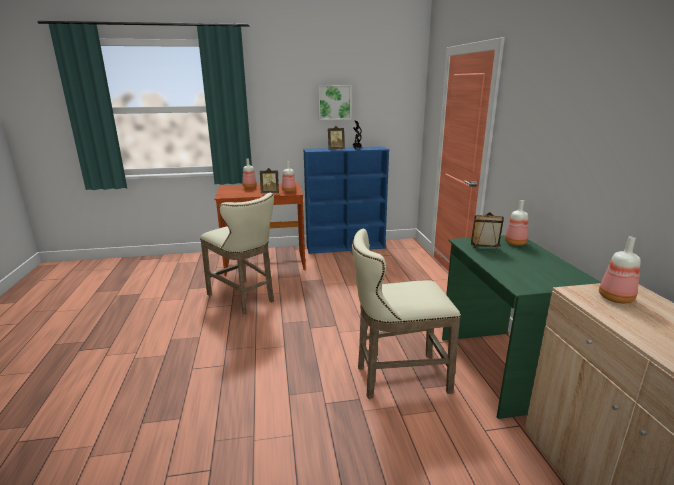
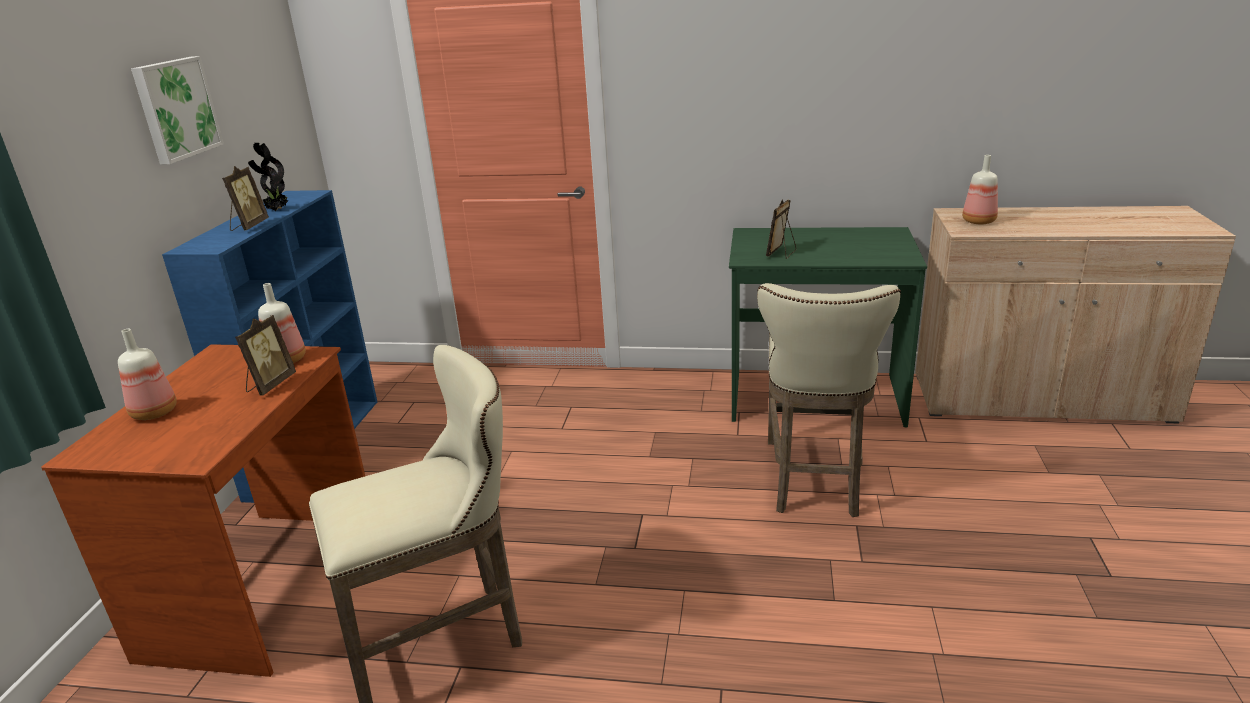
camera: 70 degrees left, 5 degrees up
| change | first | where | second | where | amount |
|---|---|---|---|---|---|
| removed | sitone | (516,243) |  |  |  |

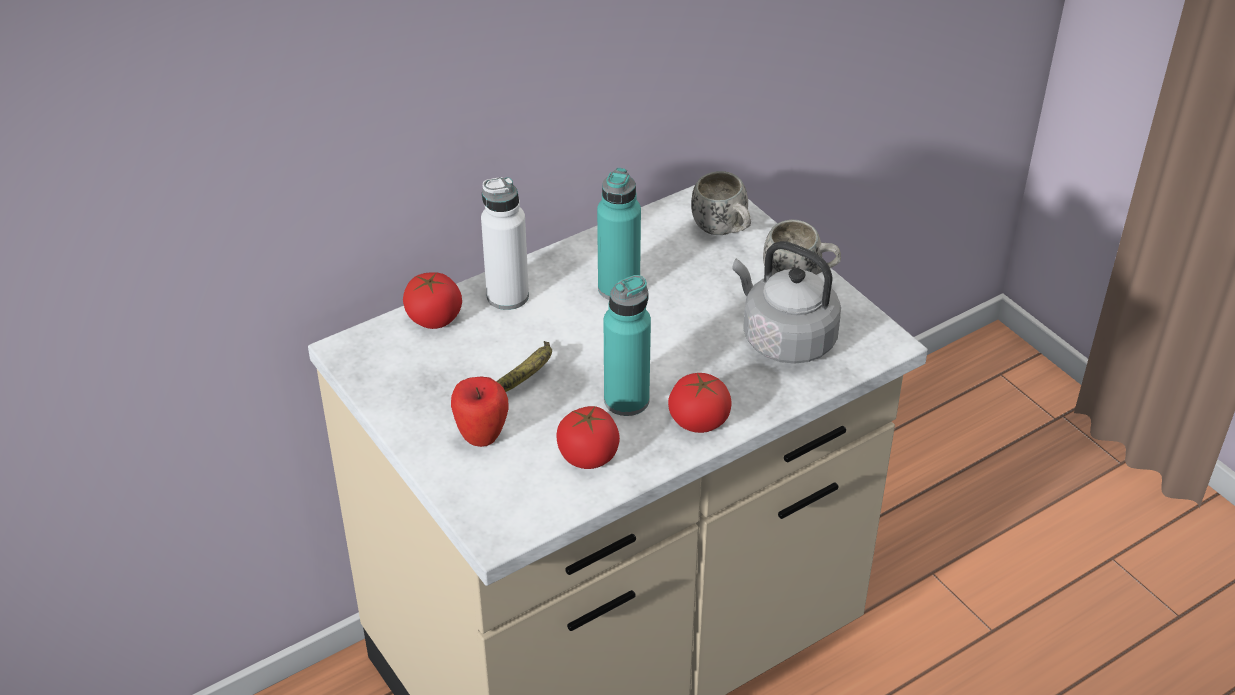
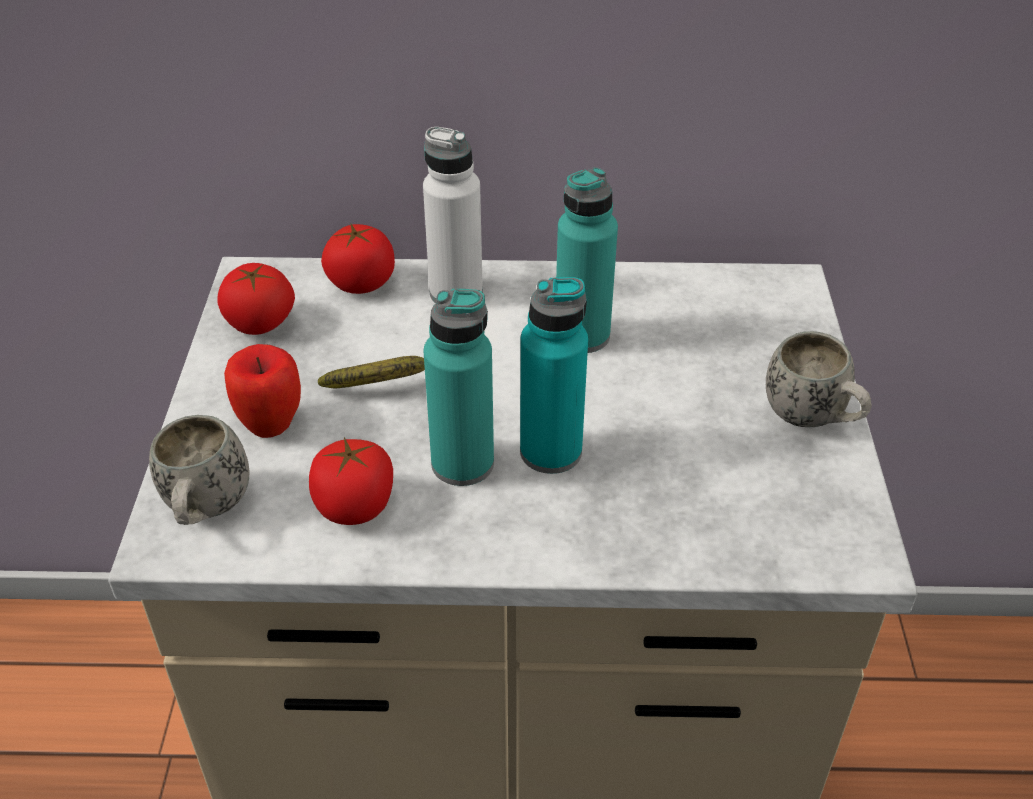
camera: 35 degrees right, 0 degrees up
| change | first | where | second | where | amount |
|---|---|---|---|---|---|
| removed | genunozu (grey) | (784,339) |  |  |  |
| added |  |  | sitone (turquoise) | (551,452) |  |
| moved | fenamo | (698,420) |  | (260,323) |  |
| moved | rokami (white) | (724,231) |  | (206,511) |  |

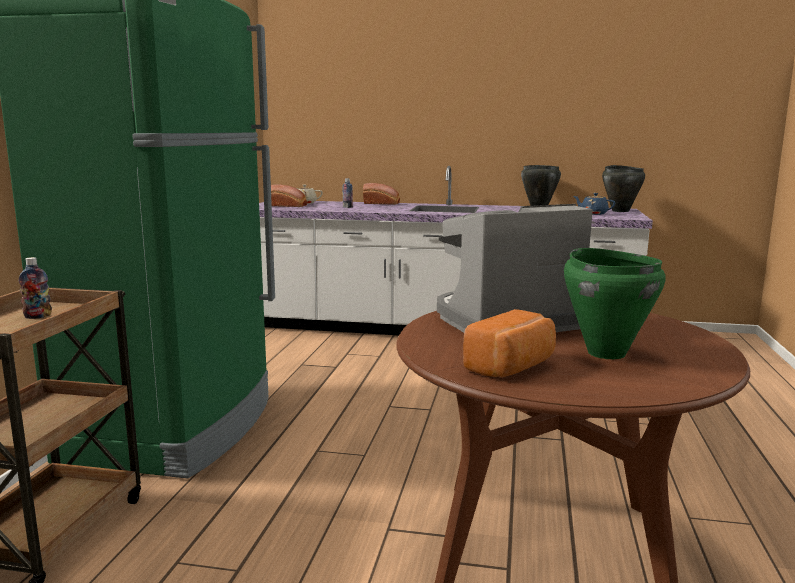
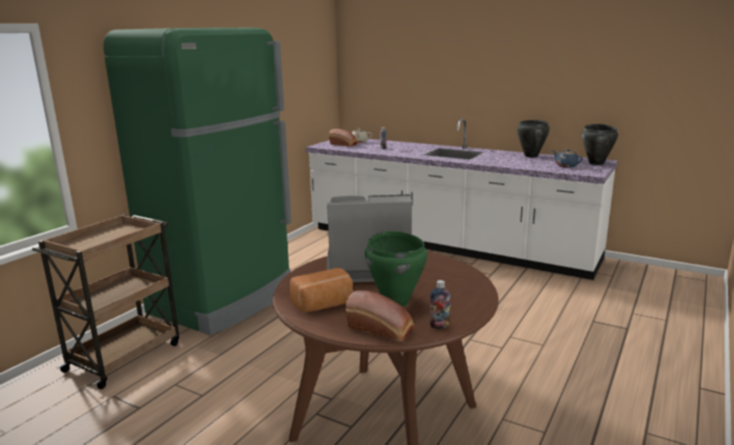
camera: 20 degrees right, 5 degrees up
| change | first | where | second | where | amount |
|---|---|---|---|---|---|
| moved | sitone | (38,316) |  | (439,326) |  |
| moved | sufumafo | (382,203) |  | (382,329) |  |

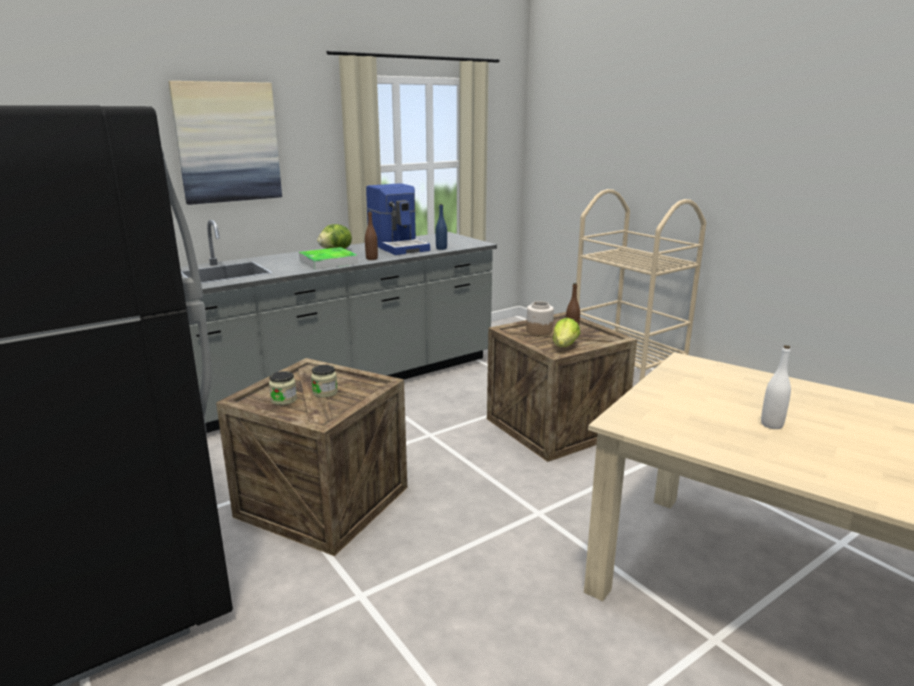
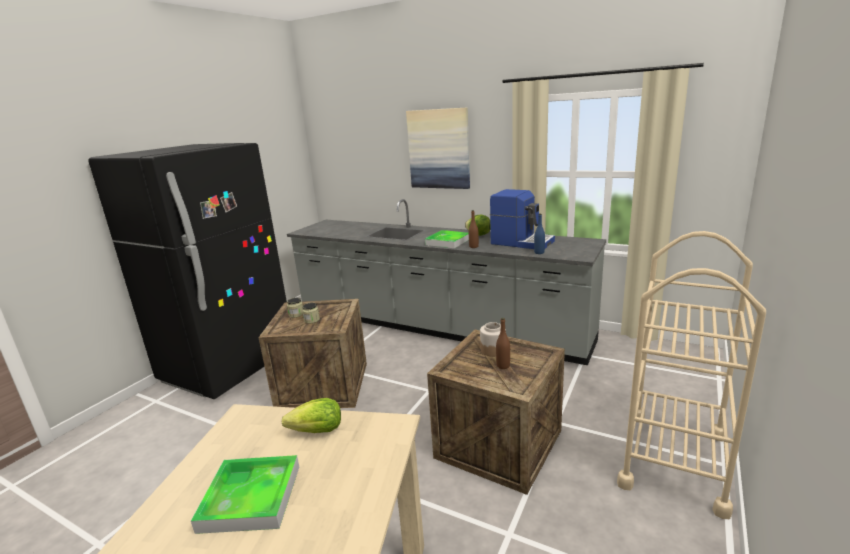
camera: 65 degrees right, 0 degrees up
| change | first | where | second | where | amount |
|---|---|---|---|---|---|
| moved | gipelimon | (565,346) |  | (317,431) |  |
| replaced | sitone (white) | (771,425) | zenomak | (251,497) |  |
| turned | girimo | (398,246) |  | (522,242) | 90 degrees counterclockwise |

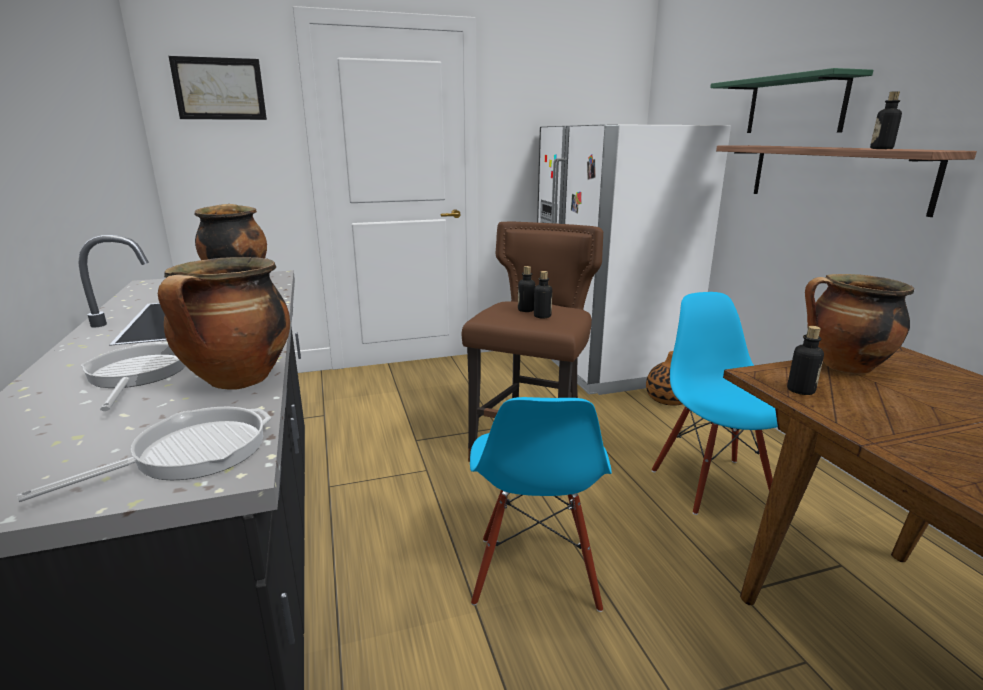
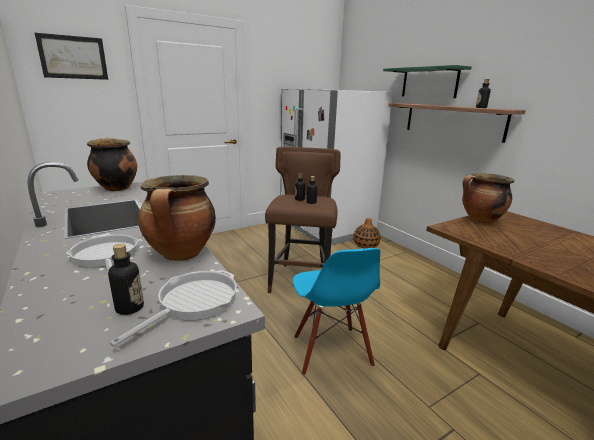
camera: 15 degrees left, 0 degrees up
| change | first | where | second | where | amount |
|---|---|---|---|---|---|
| removed | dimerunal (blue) | (712,485) |  |  |  |
| moved | sitone | (800,390) |  | (129,308) |  |

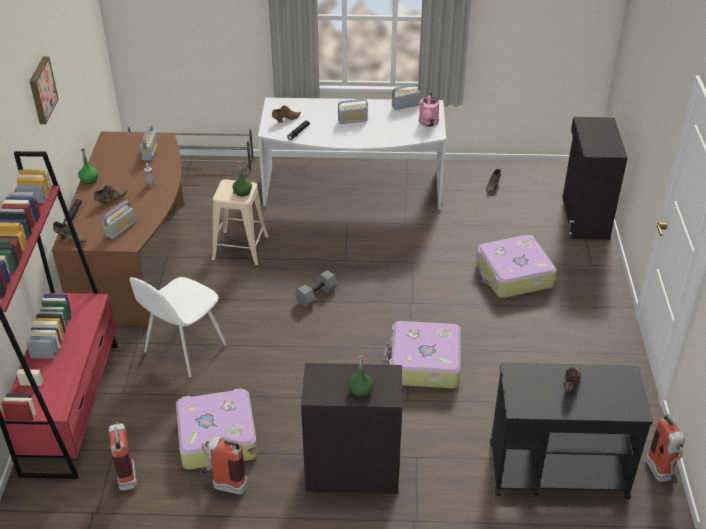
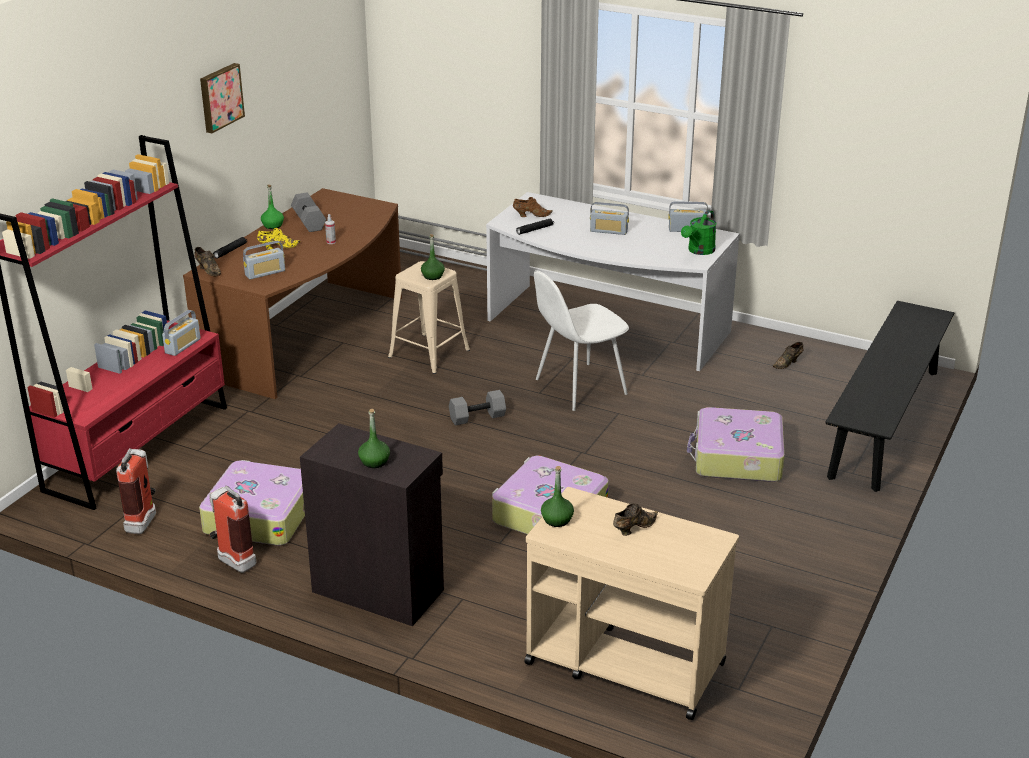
camera: 25 degrees right, 10 degrees down
| change | first | where | second | where | amount |
|---|---|---|---|---|---|
| removed | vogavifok | (661,475) |  |  |  |
| added |  |  | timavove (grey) | (310,222) |  |
| added |  |  | sitone (green) | (557,520) |  |
| moved | dimerunal (white) | (183,349) |  | (578,387) |  |
| moved | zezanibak | (150,152) |  | (183,346) |  |
| replaced | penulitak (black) | (584,218) | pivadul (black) | (885,422) |  |
| recoloured | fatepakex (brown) | (110,200) | fatepakex (yellow) | (277,247) |  |
| recoloured | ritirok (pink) | (428,123) | ritirok (green) | (699,251) |  |
| recoloured | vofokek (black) | (556,469) | vofokek (beige) | (623,662) |  |

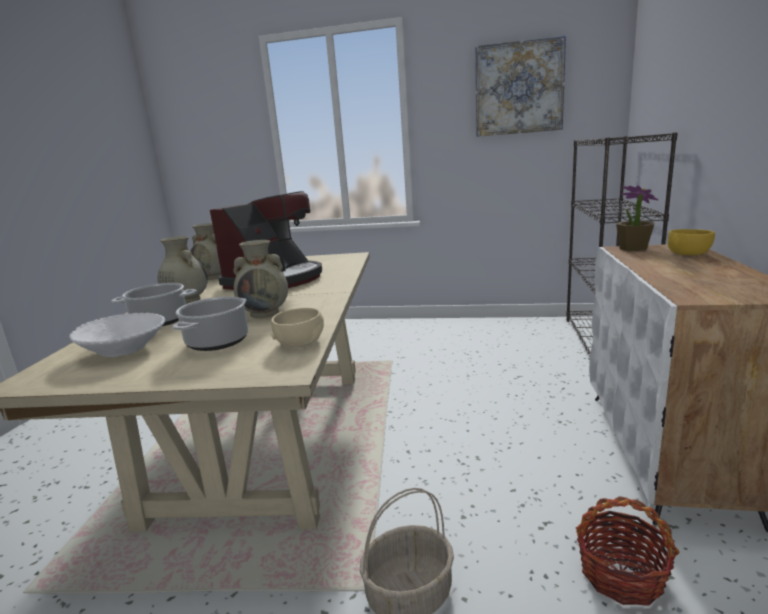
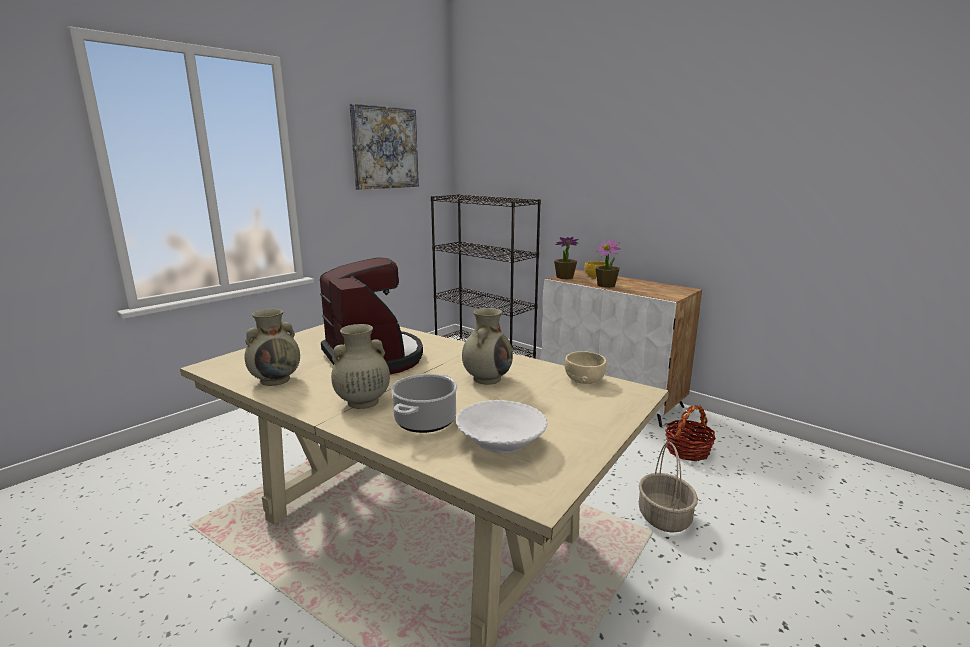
camera: 60 degrees left, 0 degrees up
| change | first | where | second | where | amount |
|---|---|---|---|---|---|
| removed | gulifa | (218,341) |  |  |  |
| added |  |  | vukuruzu | (606,285) |  |

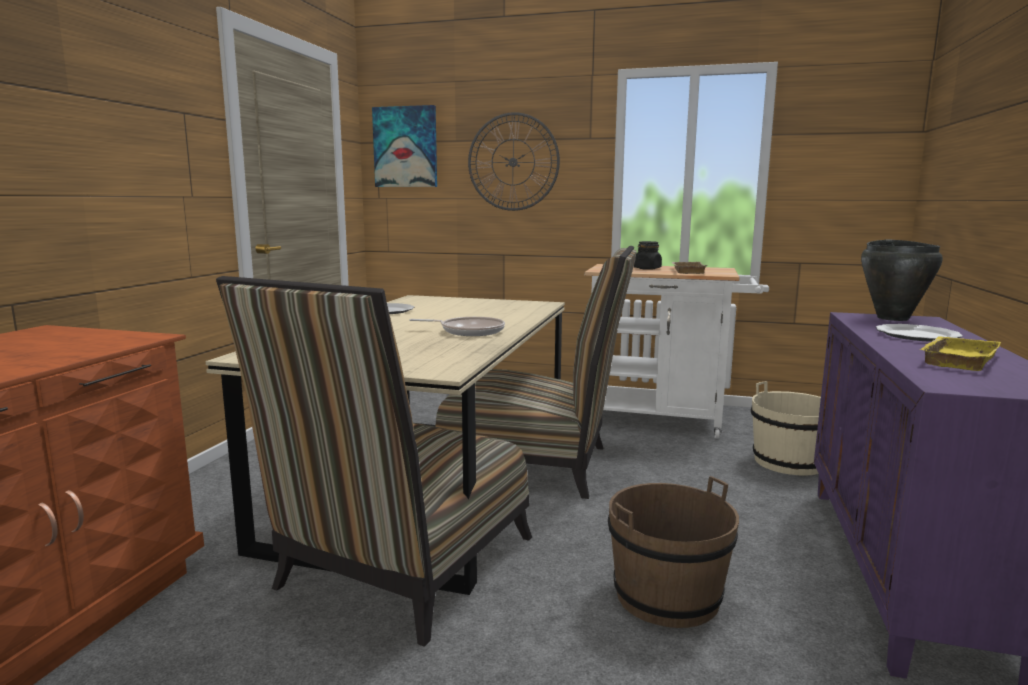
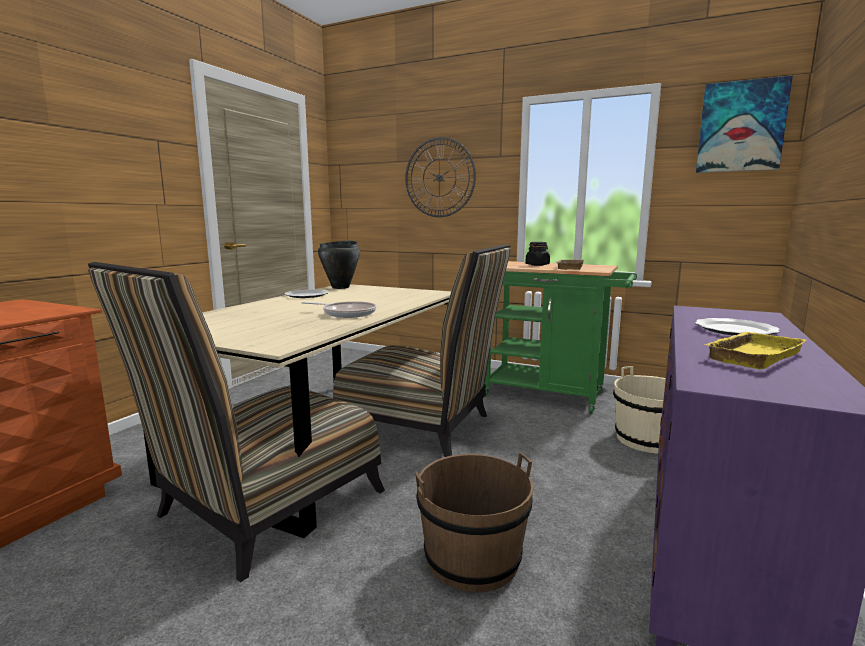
camera: 10 degrees right, 0 degrees up
| change | first | where | second | where | amount |
|---|---|---|---|---|---|
| moved | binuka | (405,147) |  | (741,127) |  |
| moved | gulifa (black) | (893,318) |  | (341,287) |  |
| recoloured | vofokek (white) | (664,421) | vofokek (green) | (551,395) |  |

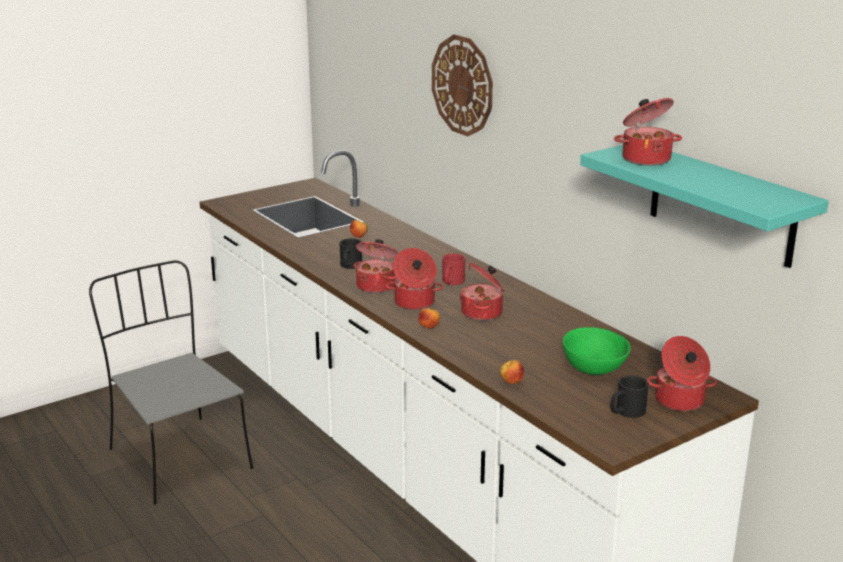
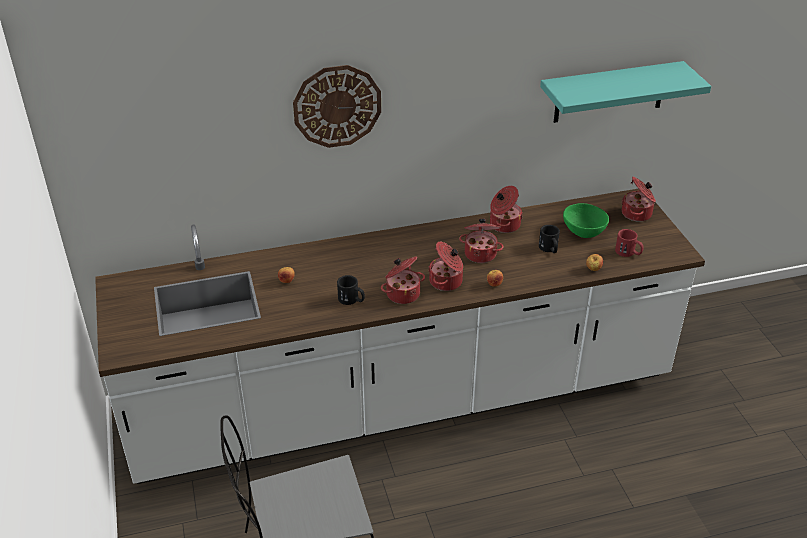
camera: 70 degrees left, 15 degrees up
| change | first | where | second | where | amount |
|---|---|---|---|---|---|
| moved | rokami (red) | (451,282) |  | (628,252) |  |
| moved | rokami (black) | (626,412) |  | (549,249) |  |
| moved | gulifa | (645,159) |  | (503,224) |  |

